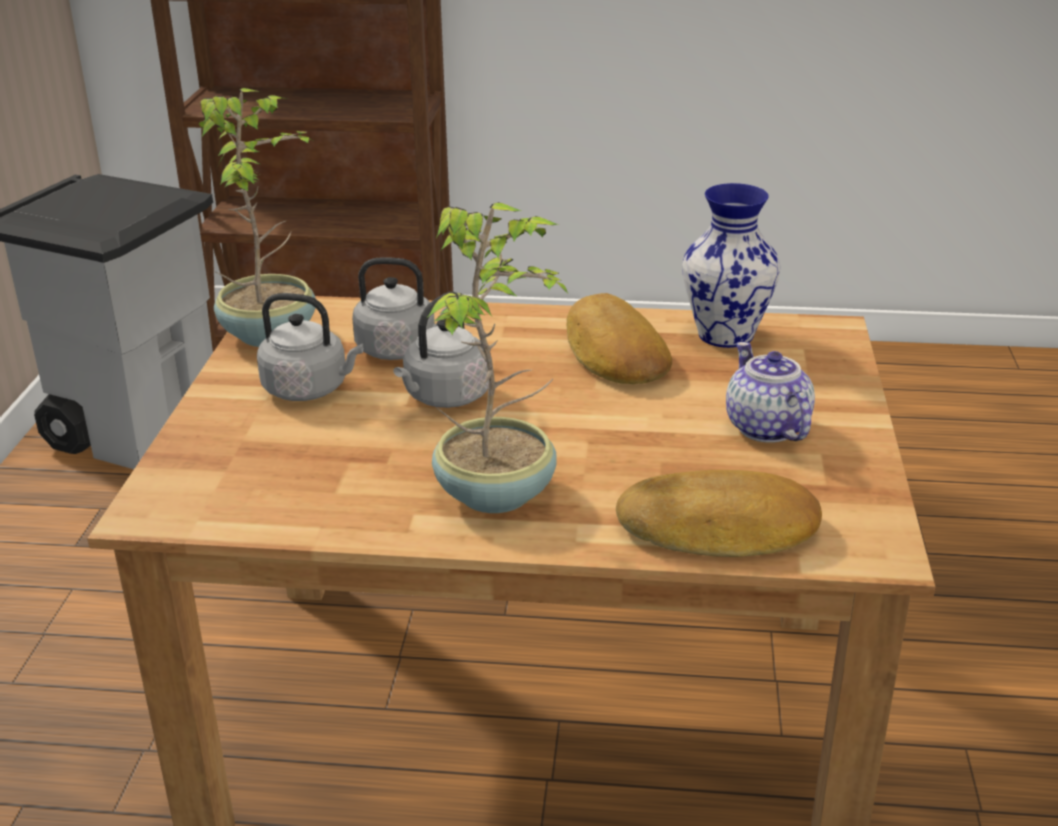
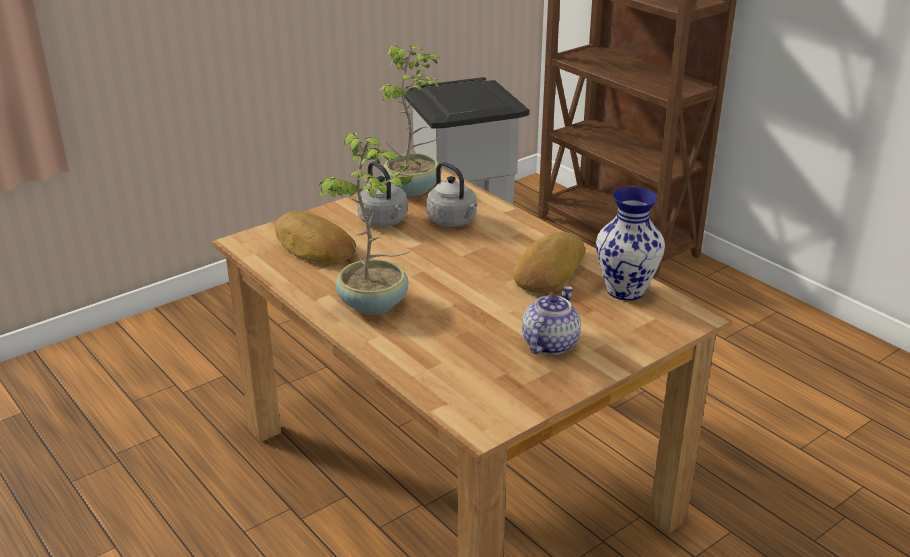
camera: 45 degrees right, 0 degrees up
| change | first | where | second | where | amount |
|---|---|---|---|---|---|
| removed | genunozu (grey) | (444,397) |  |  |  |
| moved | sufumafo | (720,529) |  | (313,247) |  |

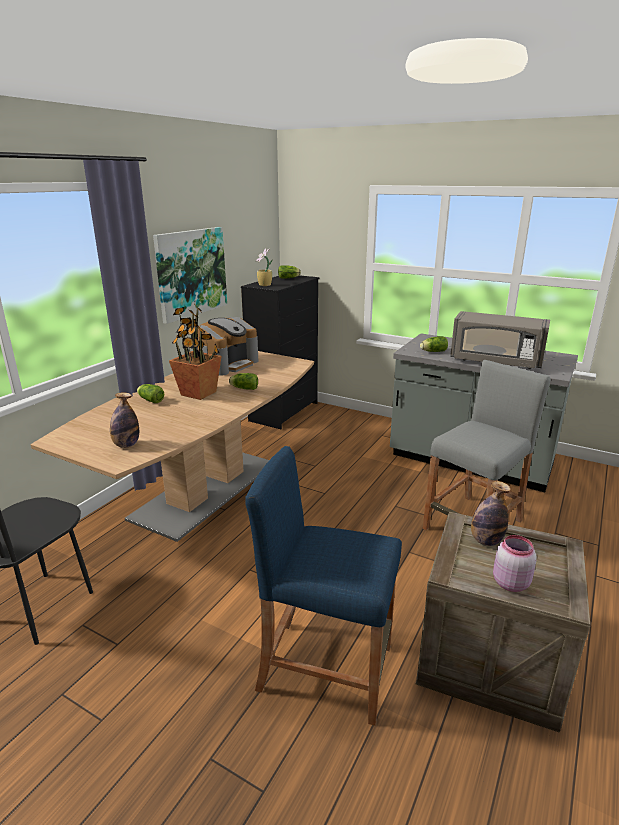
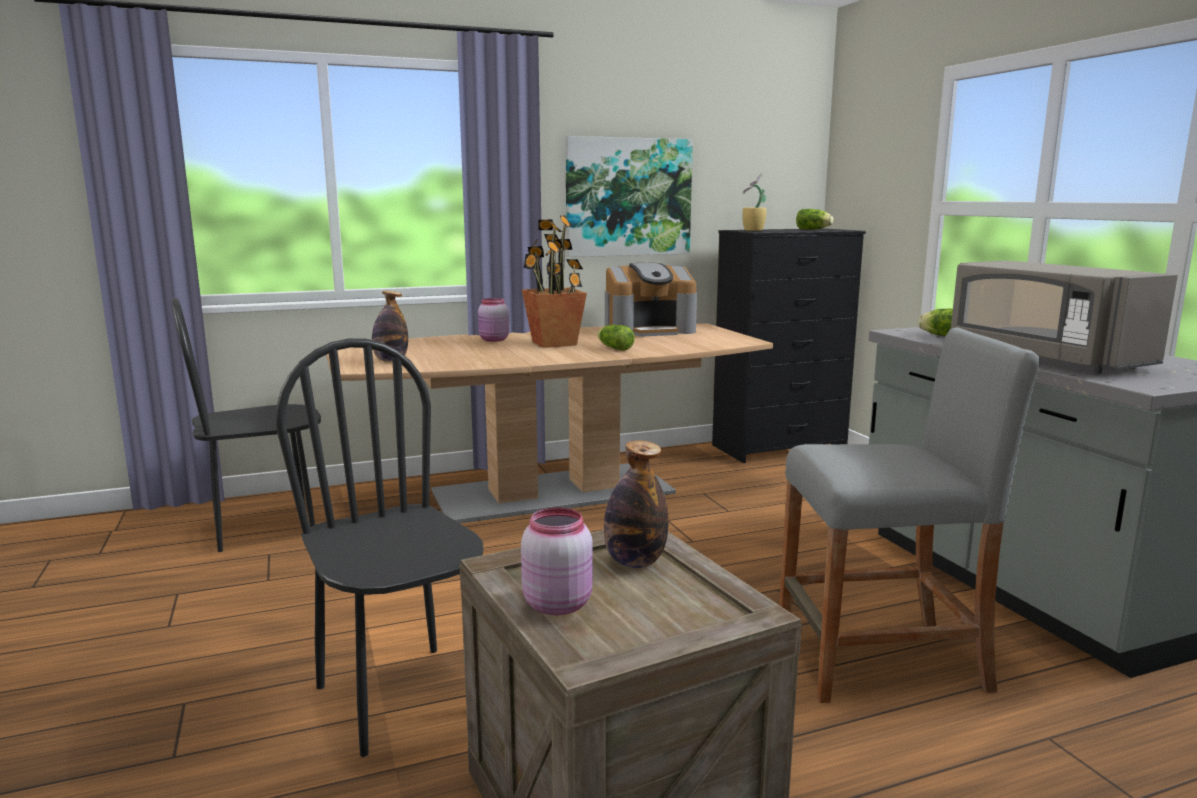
camera: 40 degrees right, 10 degrees down
| change | first | where | second | where | amount |
|---|---|---|---|---|---|
| replaced | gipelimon | (150,400) | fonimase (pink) | (493,340) |  |
| replaced | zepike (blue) | (325,668) | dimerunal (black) | (400,698) |  |

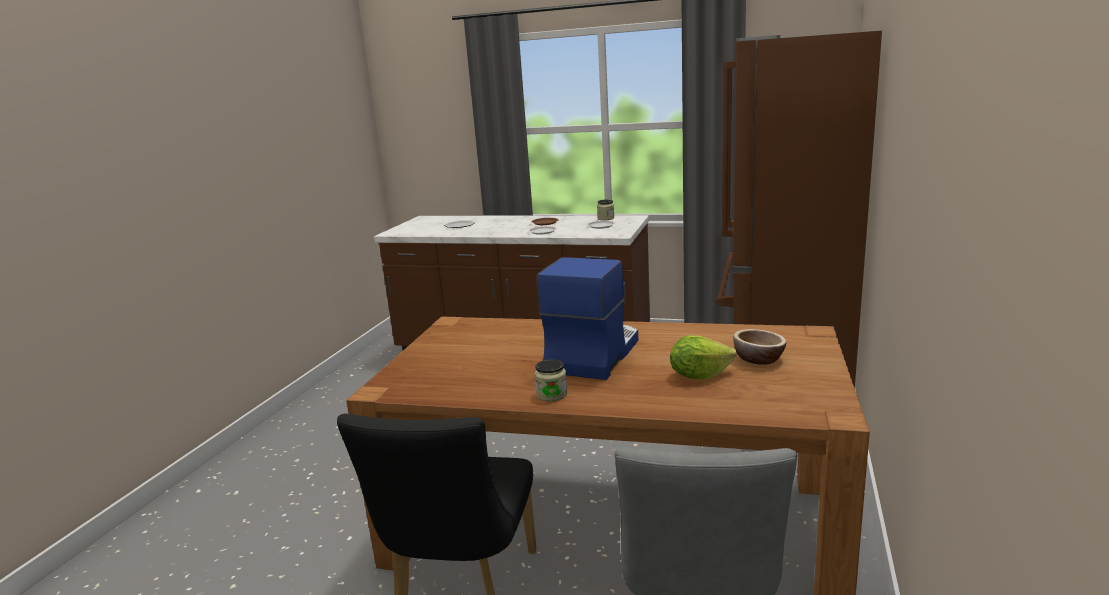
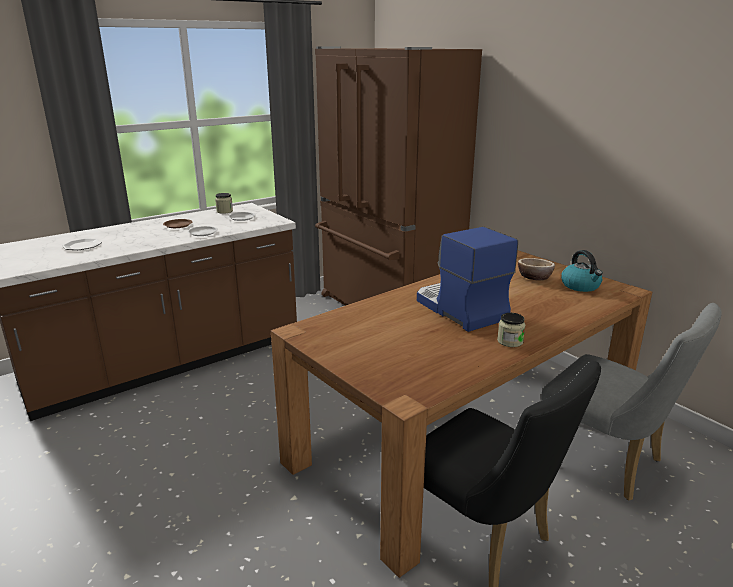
camera: 55 degrees left, 5 degrees up
| change | first | where | second | where | amount |
|---|---|---|---|---|---|
| removed | gipelimon | (699,375) |  |  |  |
| added |  |  | genunozu | (581,286) |  |

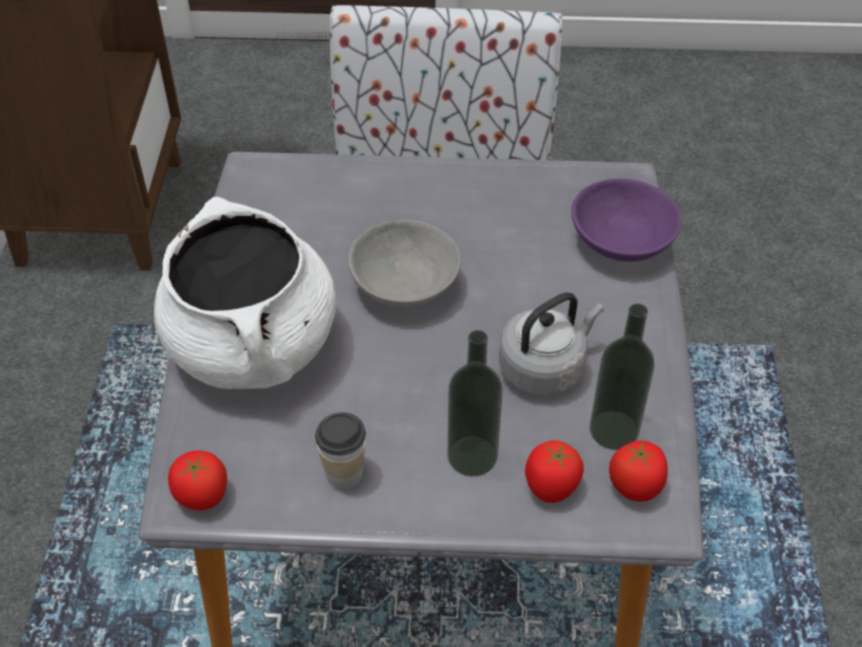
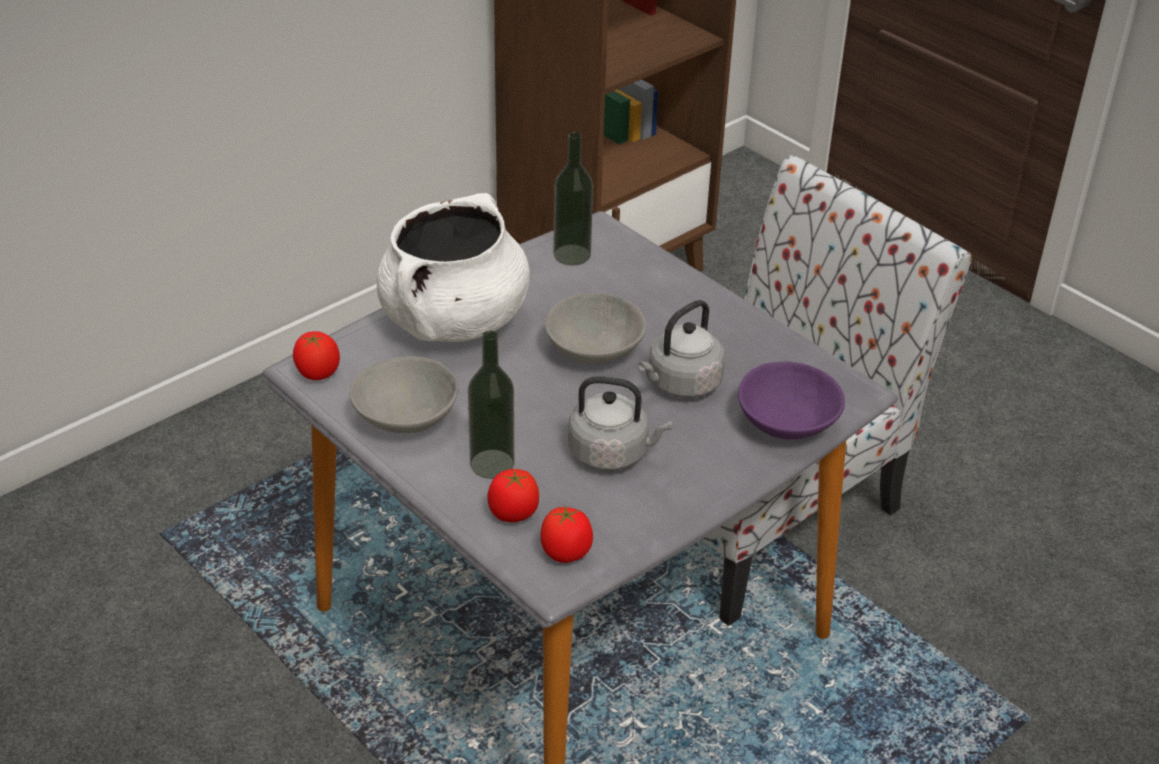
camera: 45 degrees right, 10 degrees down
| change | first | where | second | where | amount |
|---|---|---|---|---|---|
| added |  |  | genunozu (grey) | (681,384) |  |
| moved | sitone | (614,430) |  | (572,255) |  |
| replaced | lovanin | (344,473) | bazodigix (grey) | (406,418) |  |

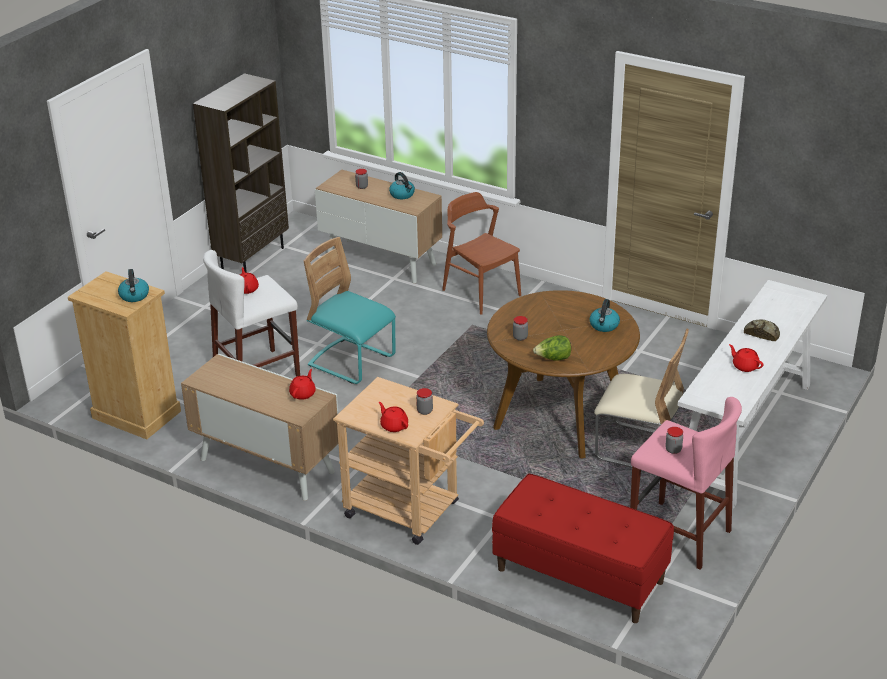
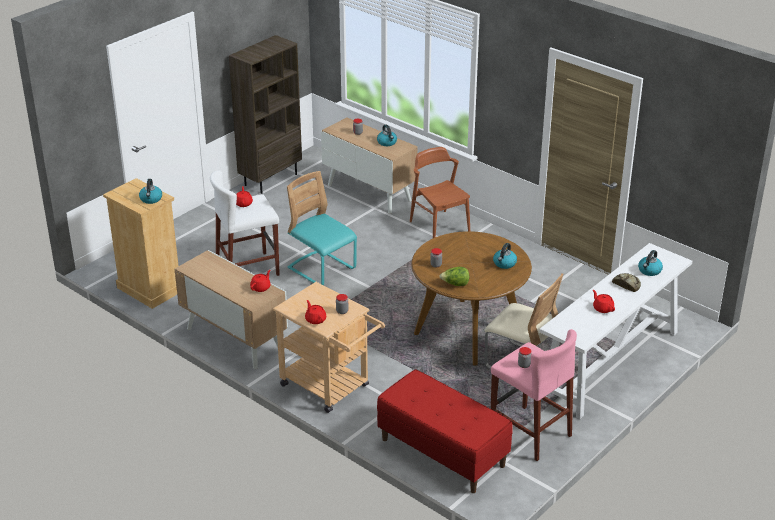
camera: 10 degrees right, 0 degrees up
| change | first | where | second | where | amount |
|---|---|---|---|---|---|
| added |  |  | genunozu | (649,271) |  |

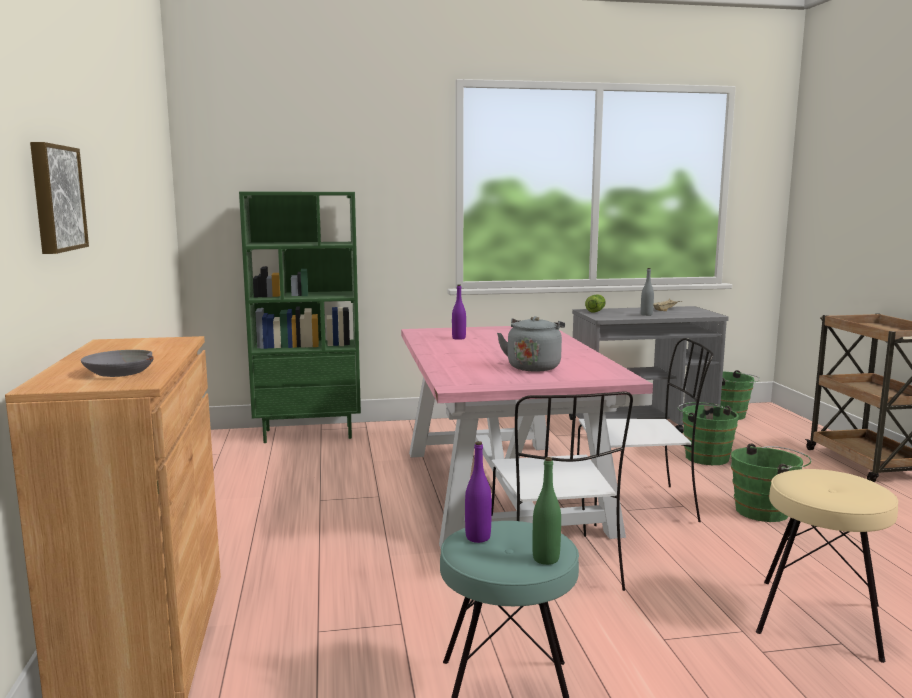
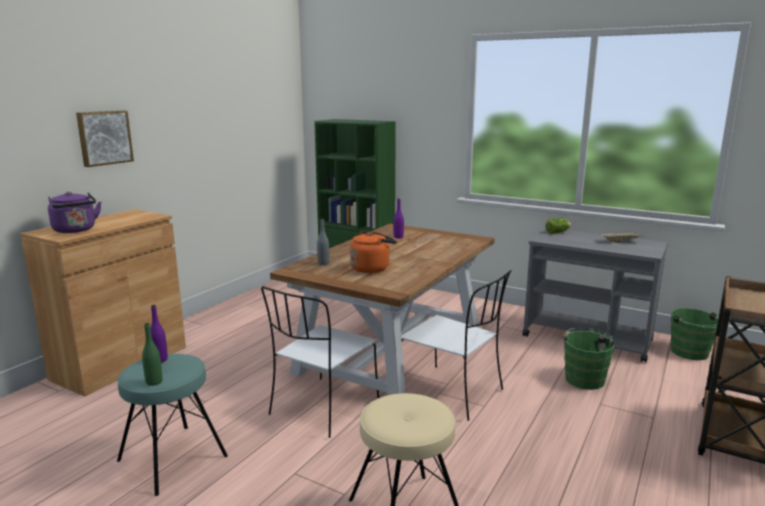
camera: 40 degrees right, 5 degrees up
| change | first | where | second | where | amount |
|---|---|---|---|---|---|
| removed | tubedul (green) | (766,511) |  |  |  |
| moved | sitone (grey) | (646,314) |  | (323,263) |  |
| replaced | bazodigix (grey) | (119,372) | genunozu (purple) | (75,230) |  |
| recoloured | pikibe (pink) | (501,489) | pikibe (brown) | (392,350) |  |
| recoloured | genunozu (grey) | (534,367) | genunozu (orange) | (372,268) |  |

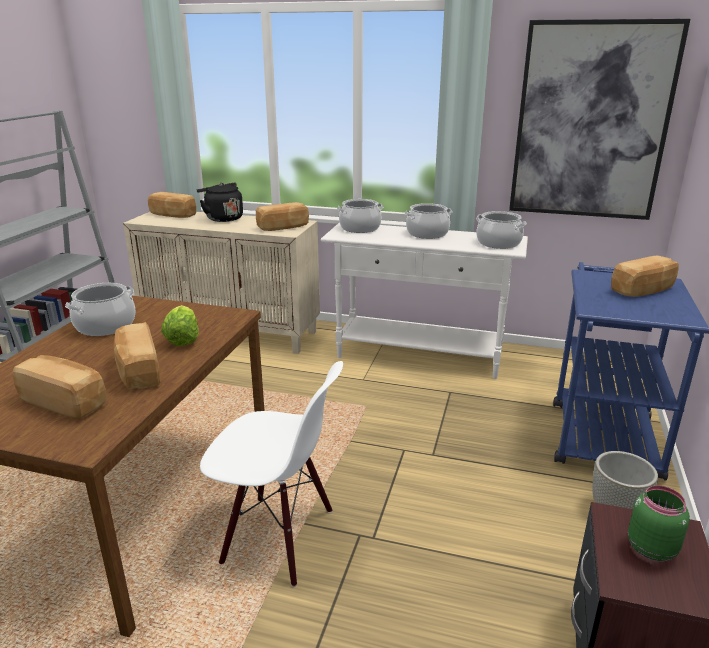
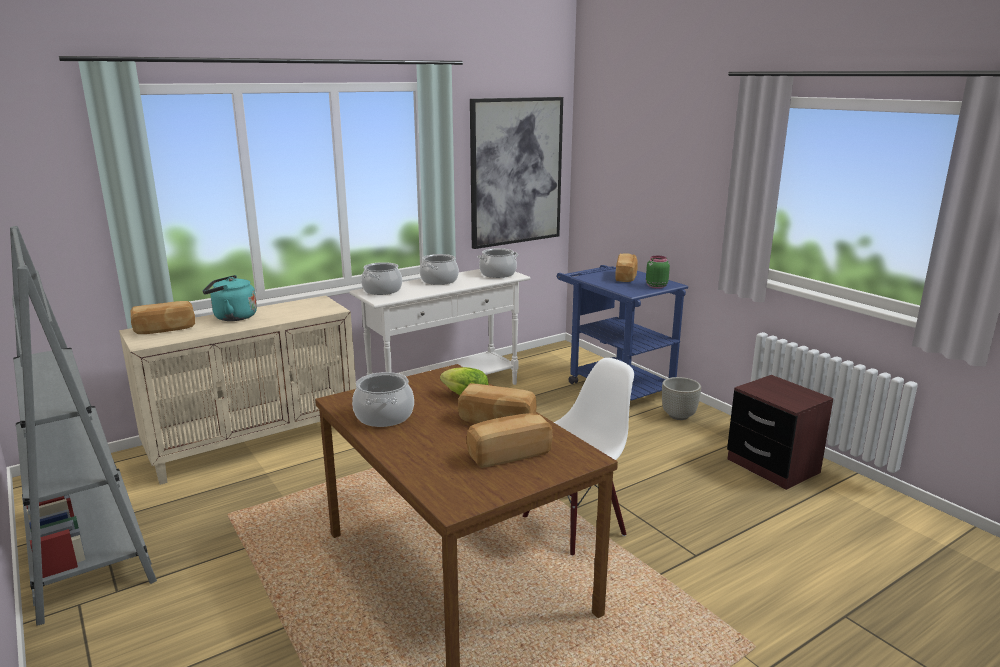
camera: 50 degrees left, 5 degrees down
| change | first | where | second | where | amount |
|---|---|---|---|---|---|
| removed | sufumafo | (283,227) |  |  |  |
| moved | fonimase (green) | (650,547) |  | (655,286) |  |
| recoloured | genunozu (black) | (222,218) | genunozu (turquoise) | (232,317) |  |

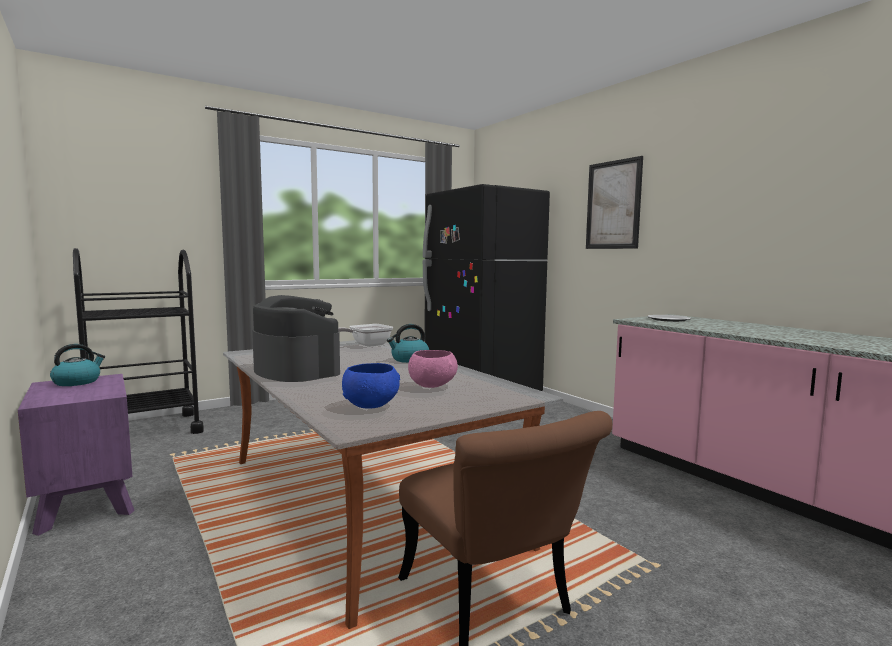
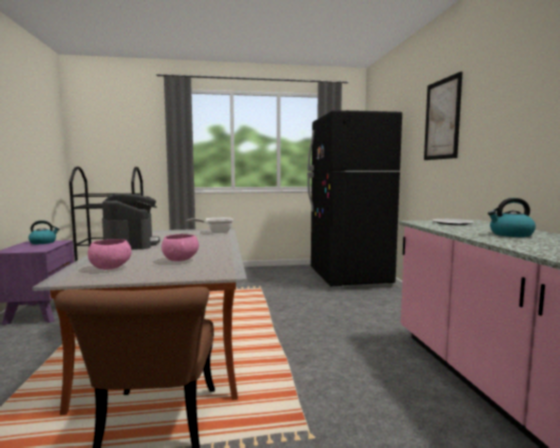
camera: 25 degrees right, 0 degrees up
| change | first | where | second | where | amount |
|---|---|---|---|---|---|
| moved | genunozu | (409,360) |  | (510,234) |  |
| recoloured | bazodigix (blue) | (371,405) | bazodigix (pink) | (111,268) |  |

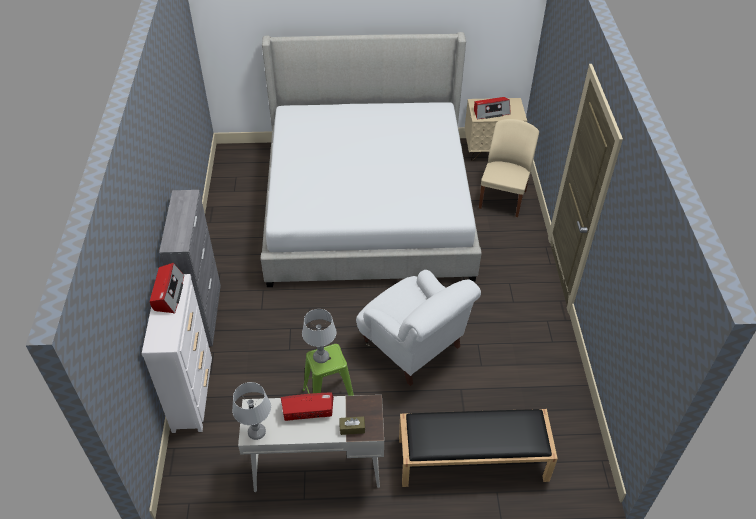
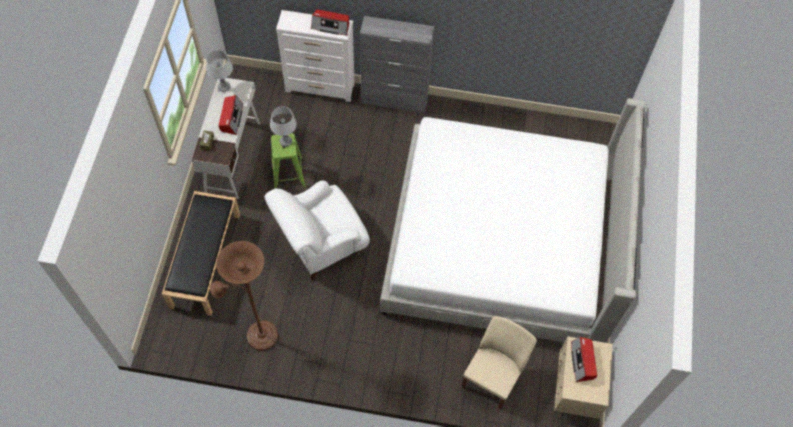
camera: 100 degrees right, 15 degrees up
| change | first | where | second | where | amount |
|---|---|---|---|---|---|
| added |  |  | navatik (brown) | (258,335) |  |
| turned | dimerunal (beige) | (503,198) |  | (493,377) | 90 degrees counterclockwise |

